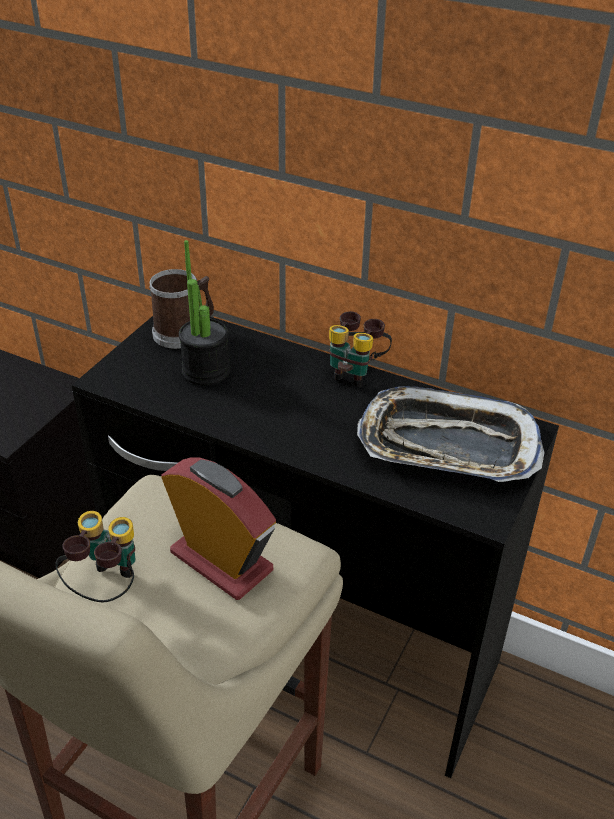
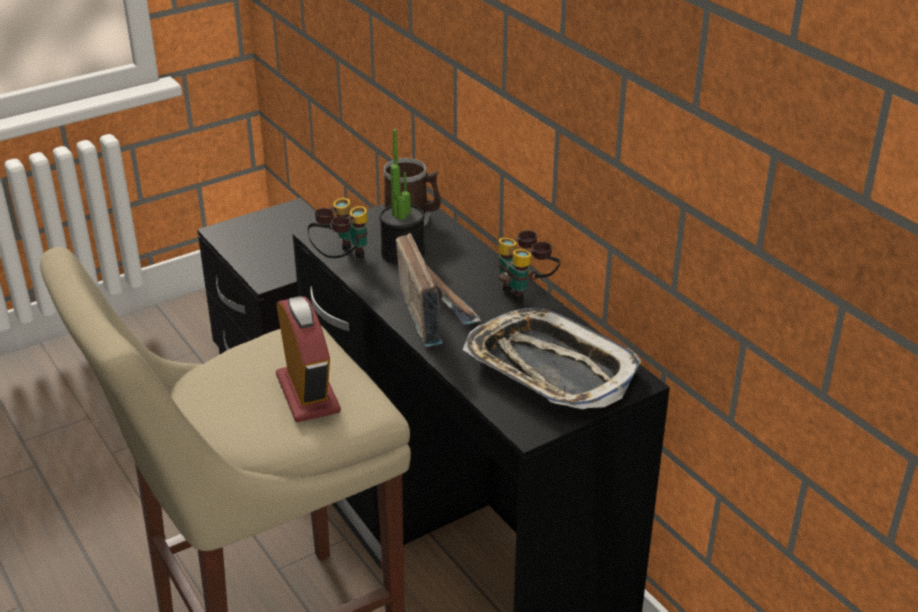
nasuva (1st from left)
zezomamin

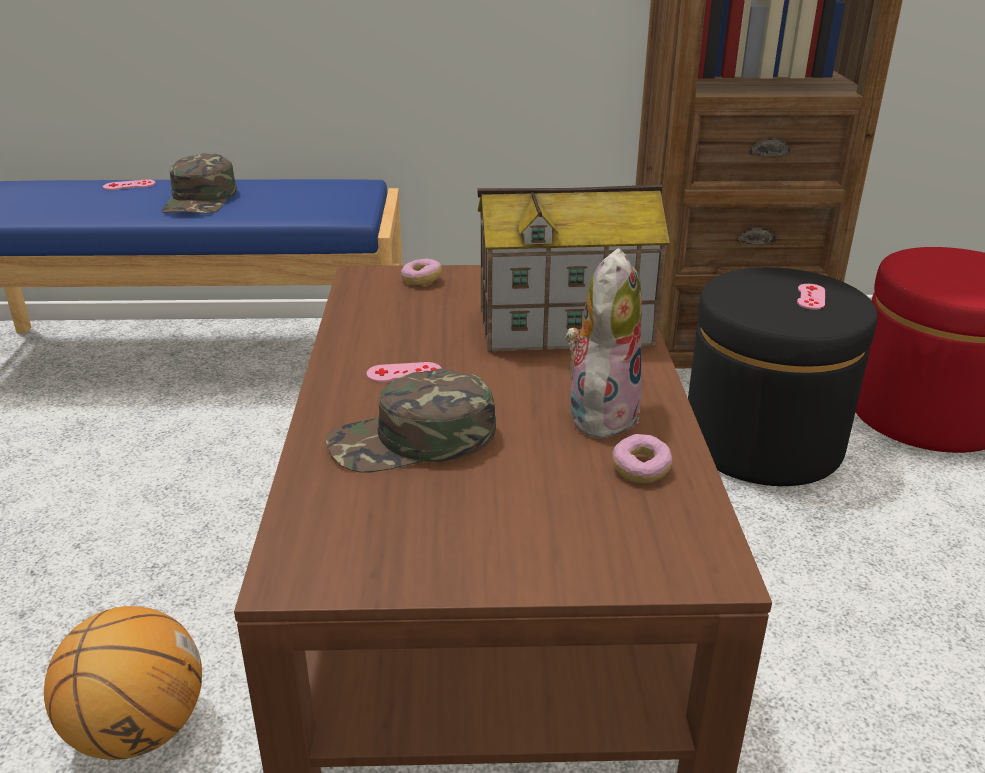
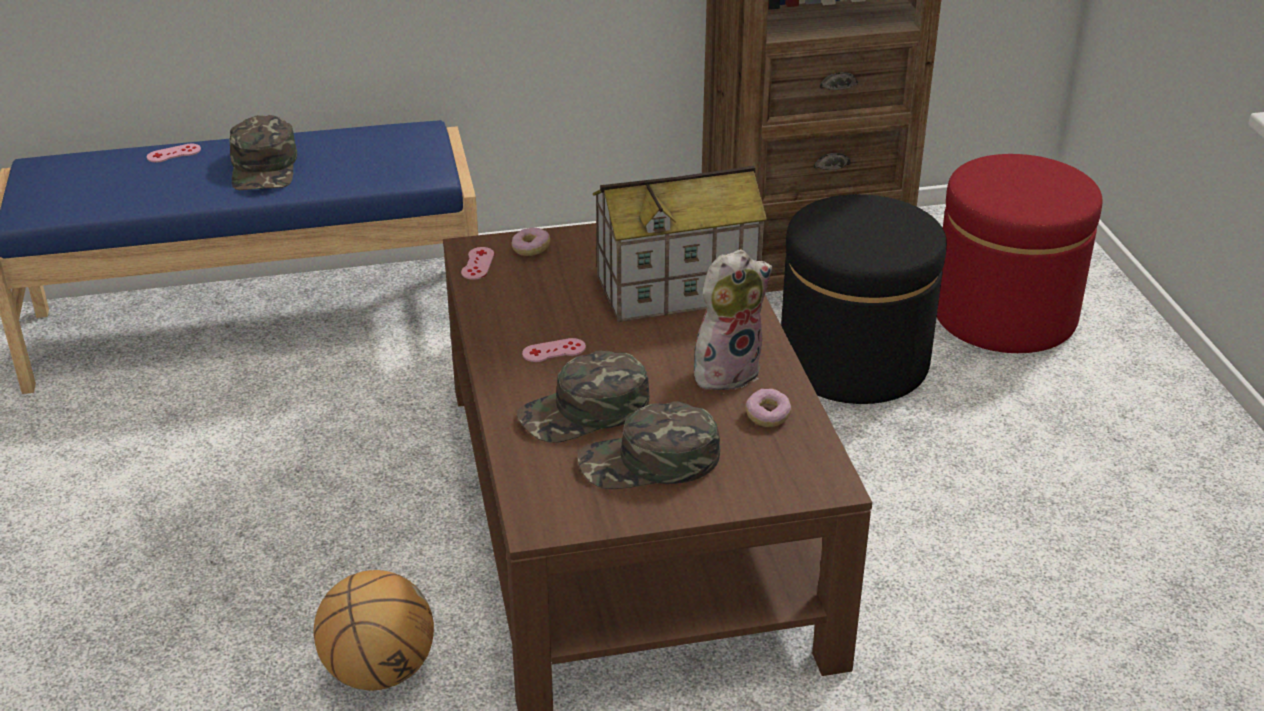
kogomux
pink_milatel (2nd from left)
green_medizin (3rd from left)

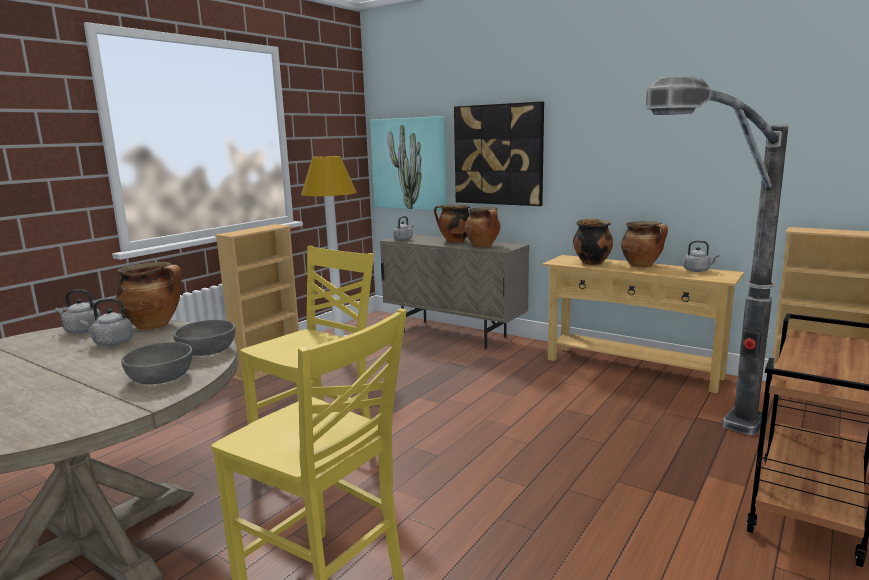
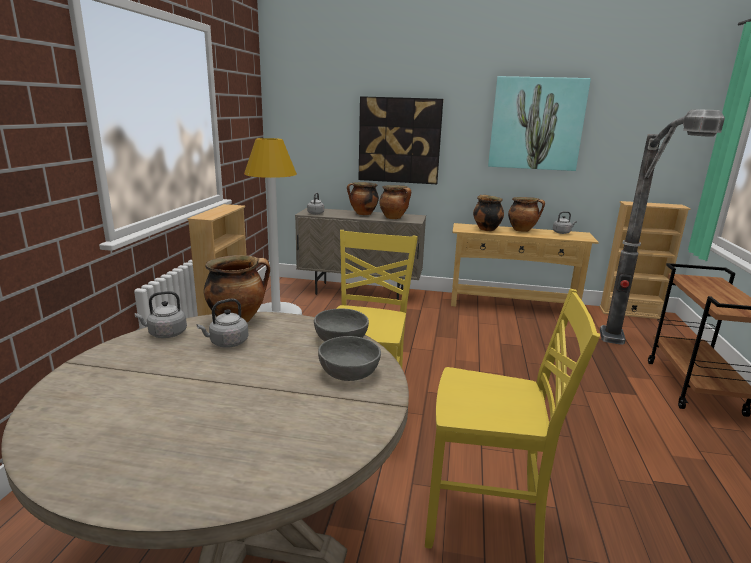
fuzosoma (2nd from left)

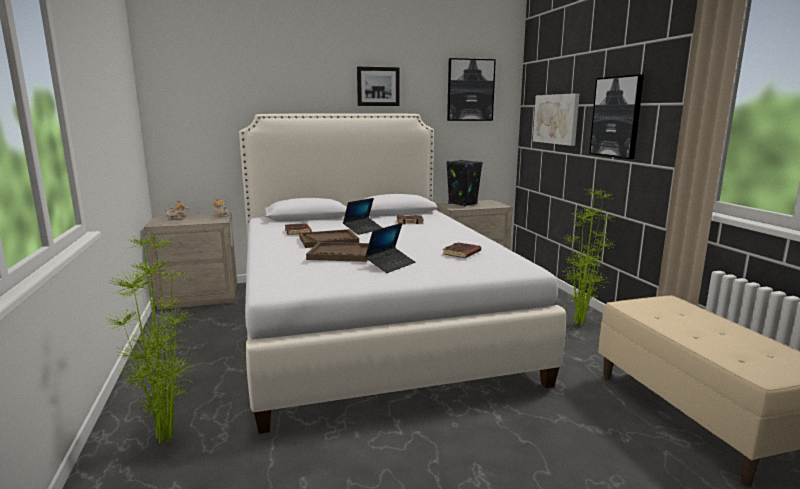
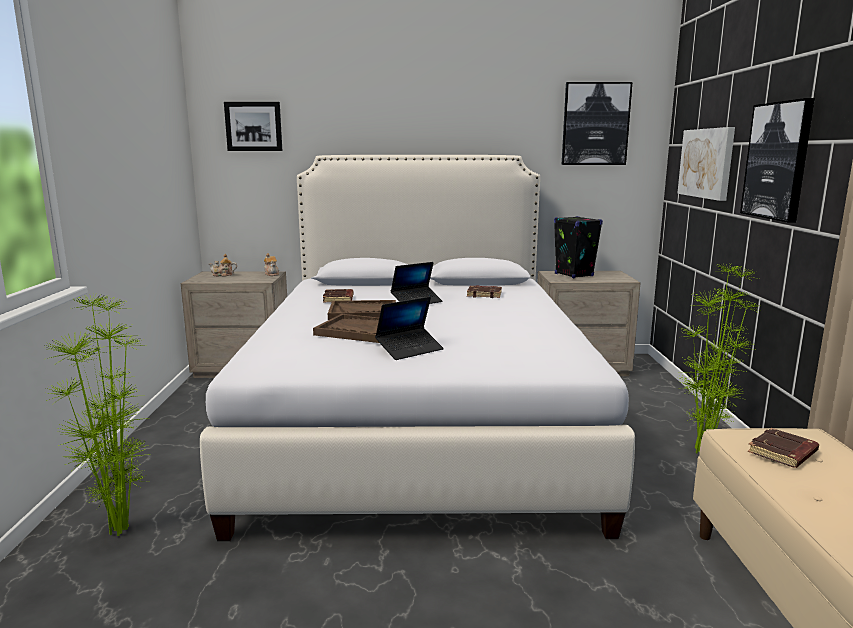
fuzosoma (1st from left)
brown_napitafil (3rd from left)

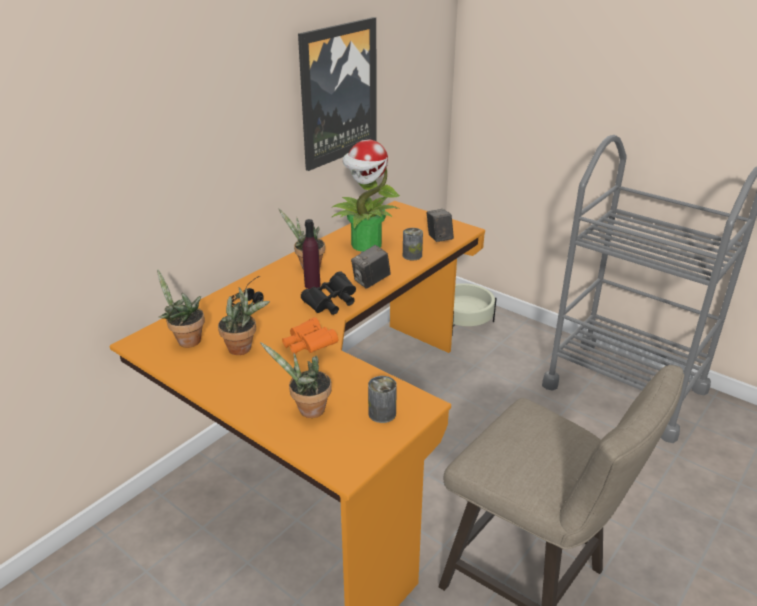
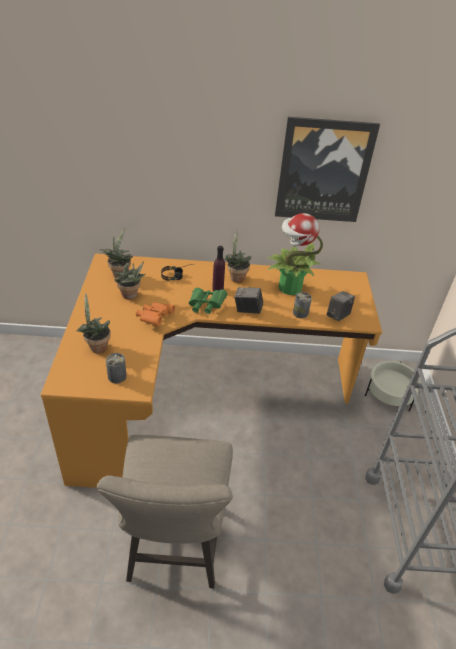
green_nasuva

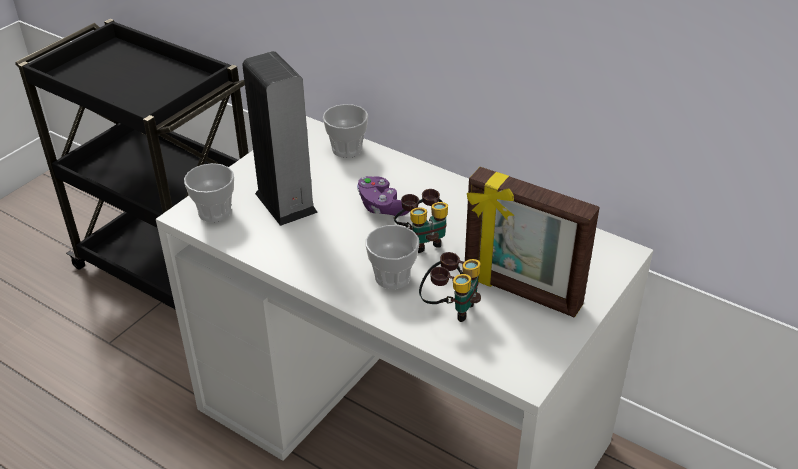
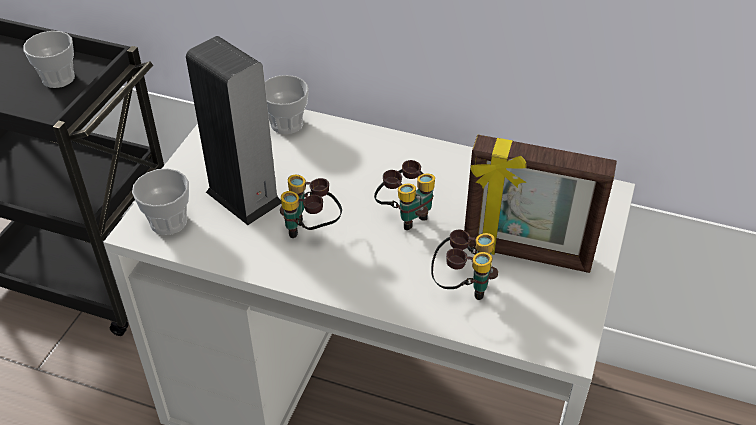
purple_milatel
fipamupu (1st from left)
nasuva (1st from left)

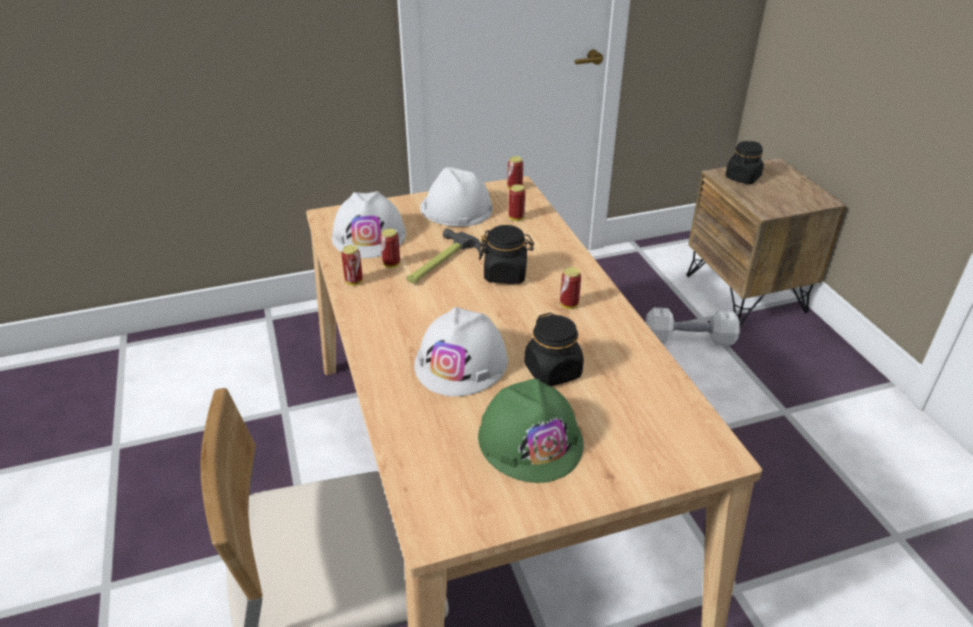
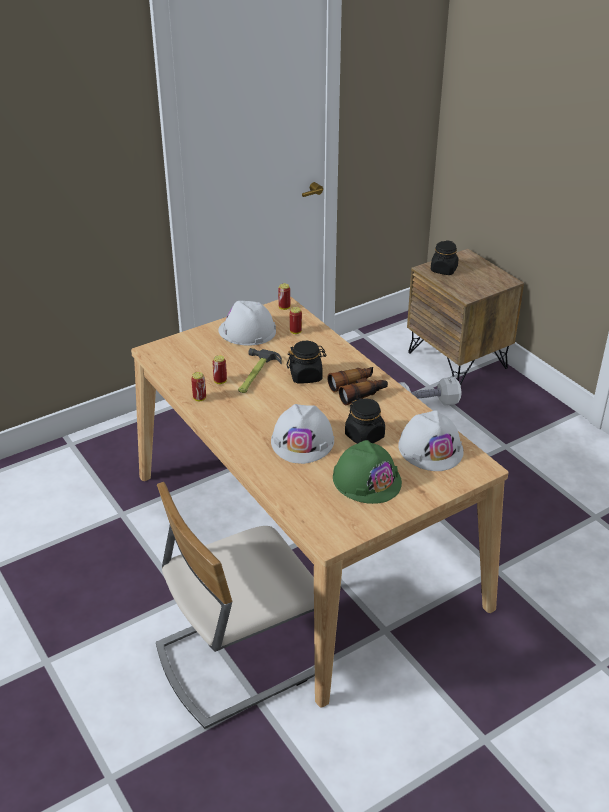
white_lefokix (3rd from left)
nasuva

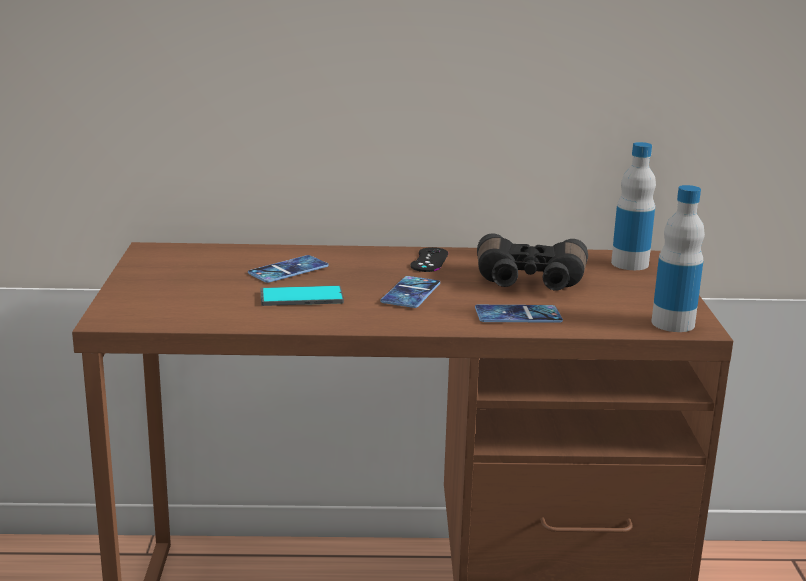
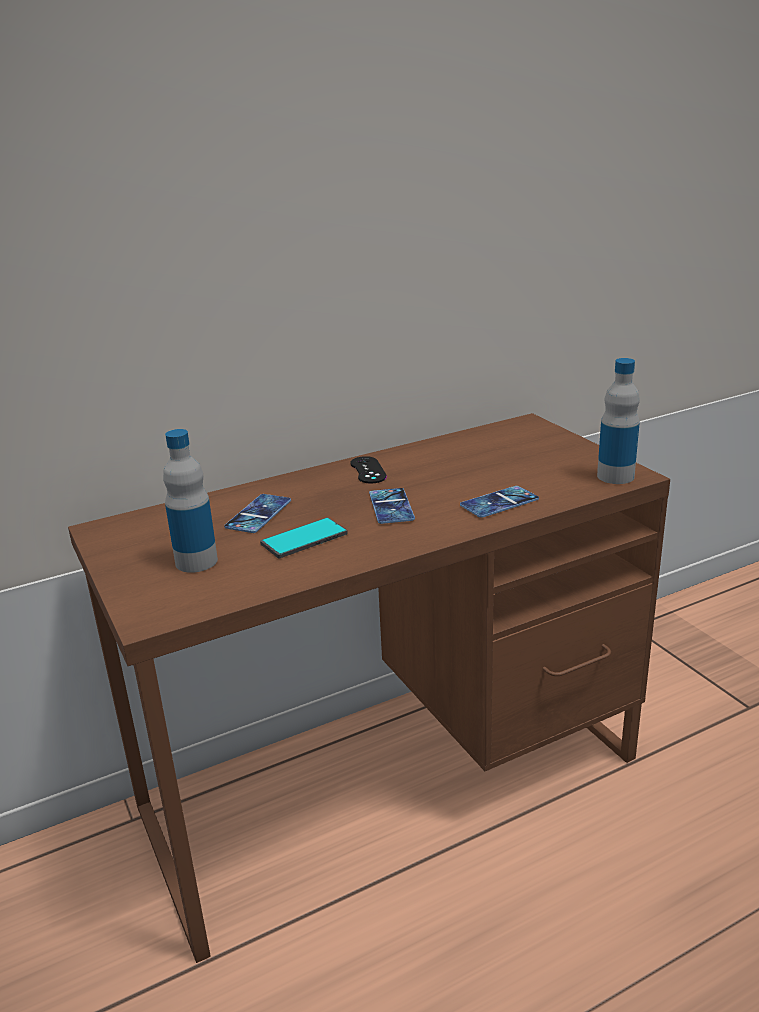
black_nasuva
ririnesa (1st from left)

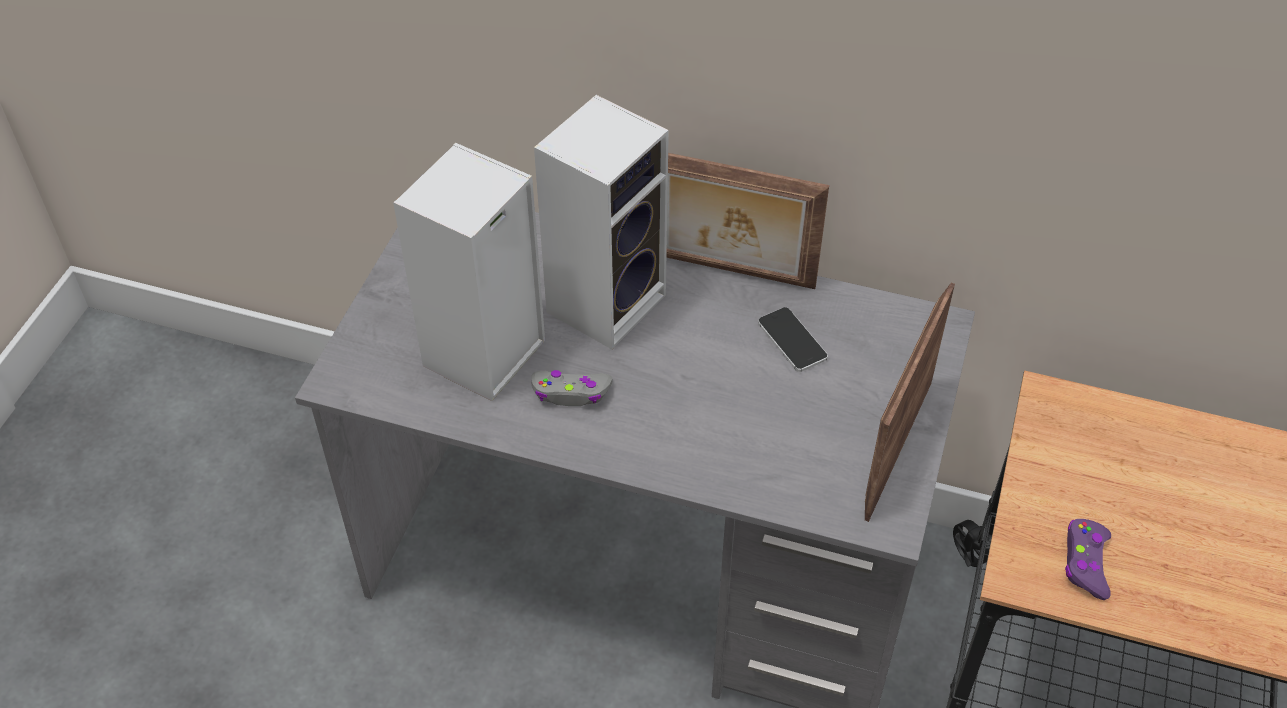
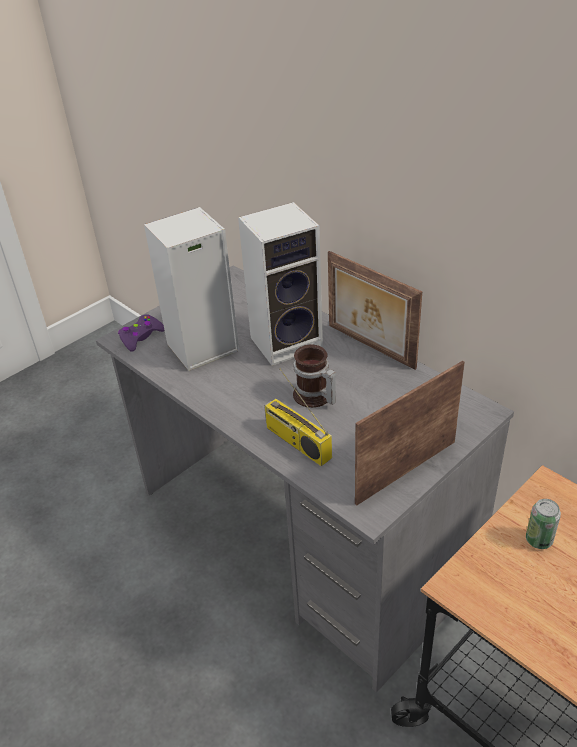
grey_milatel
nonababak
purple_milatel
zezomamin
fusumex
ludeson

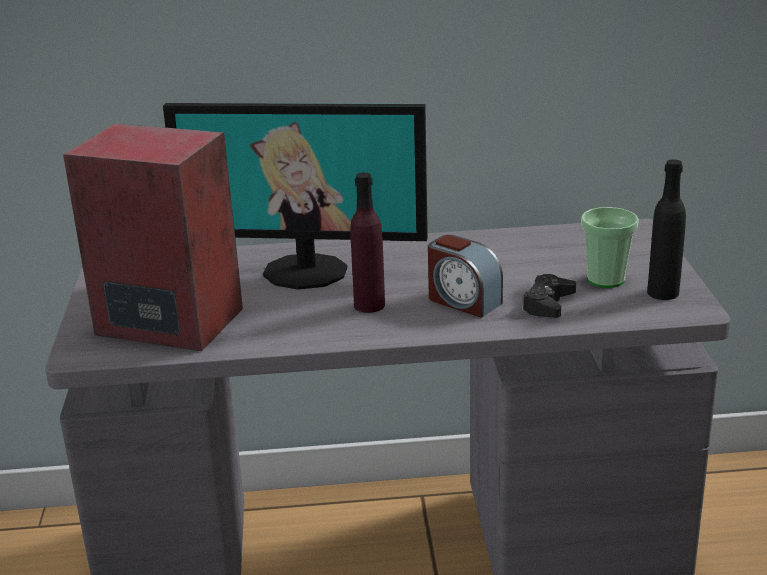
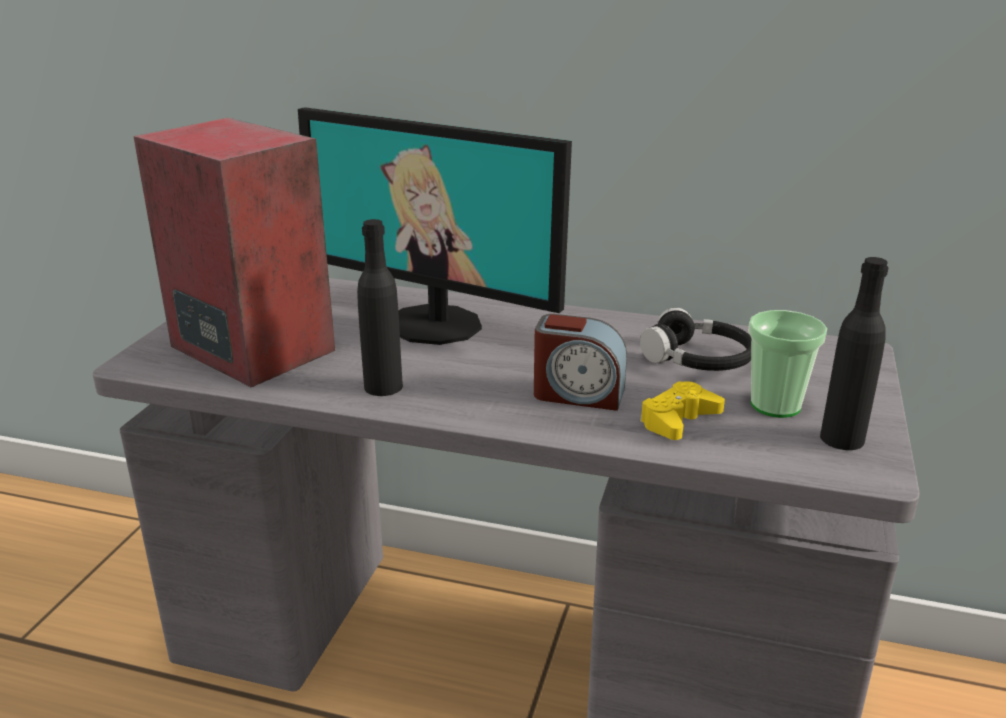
purple_ririnesa
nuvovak
yellow_milatel
black_ririnesa (1st from left)
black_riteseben

